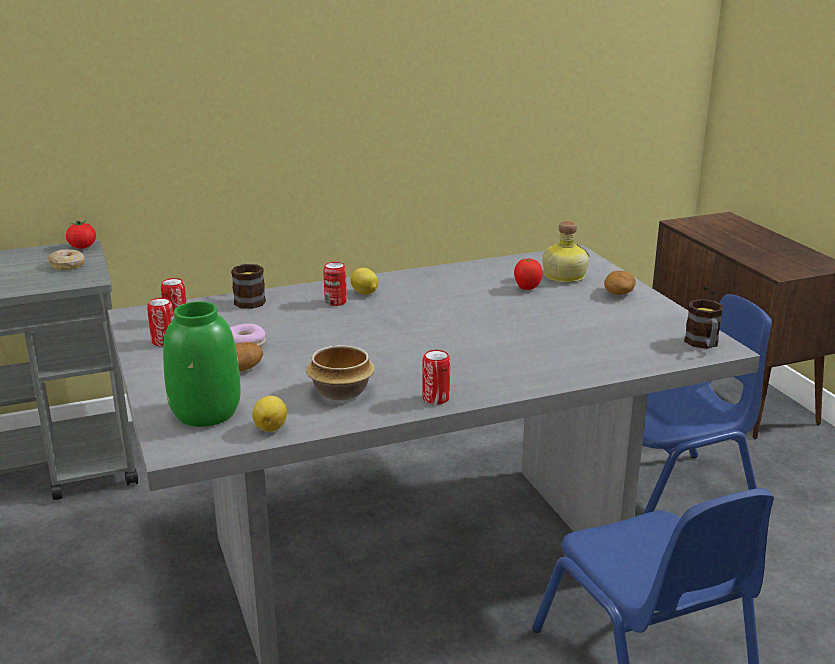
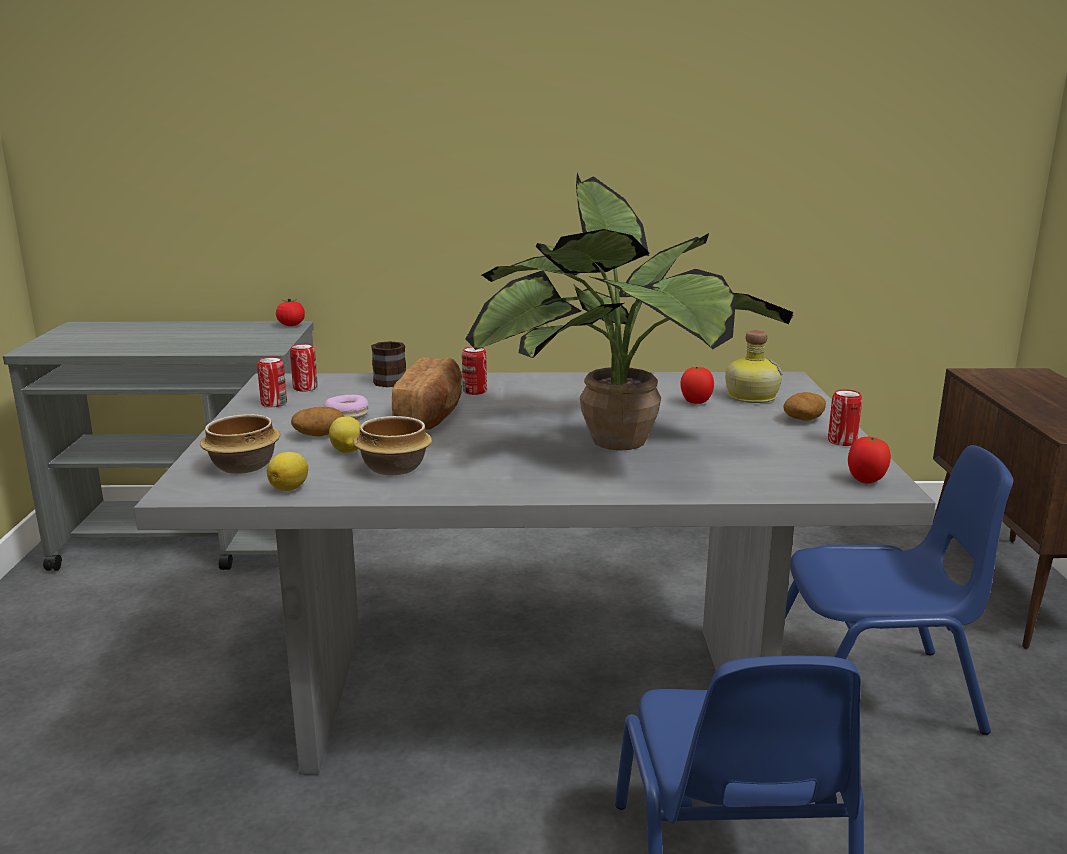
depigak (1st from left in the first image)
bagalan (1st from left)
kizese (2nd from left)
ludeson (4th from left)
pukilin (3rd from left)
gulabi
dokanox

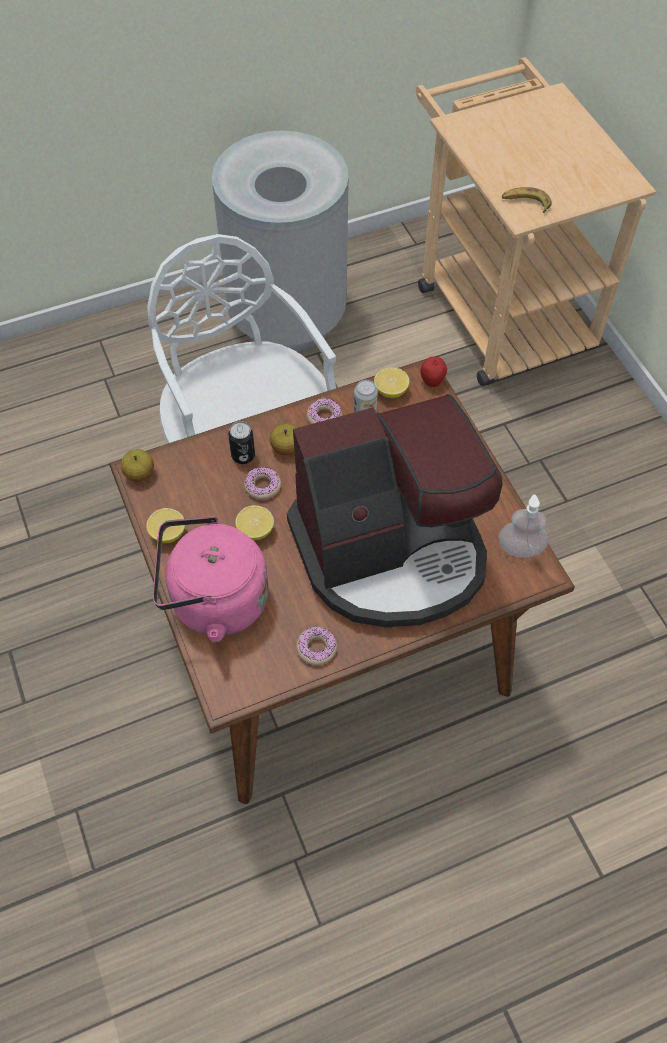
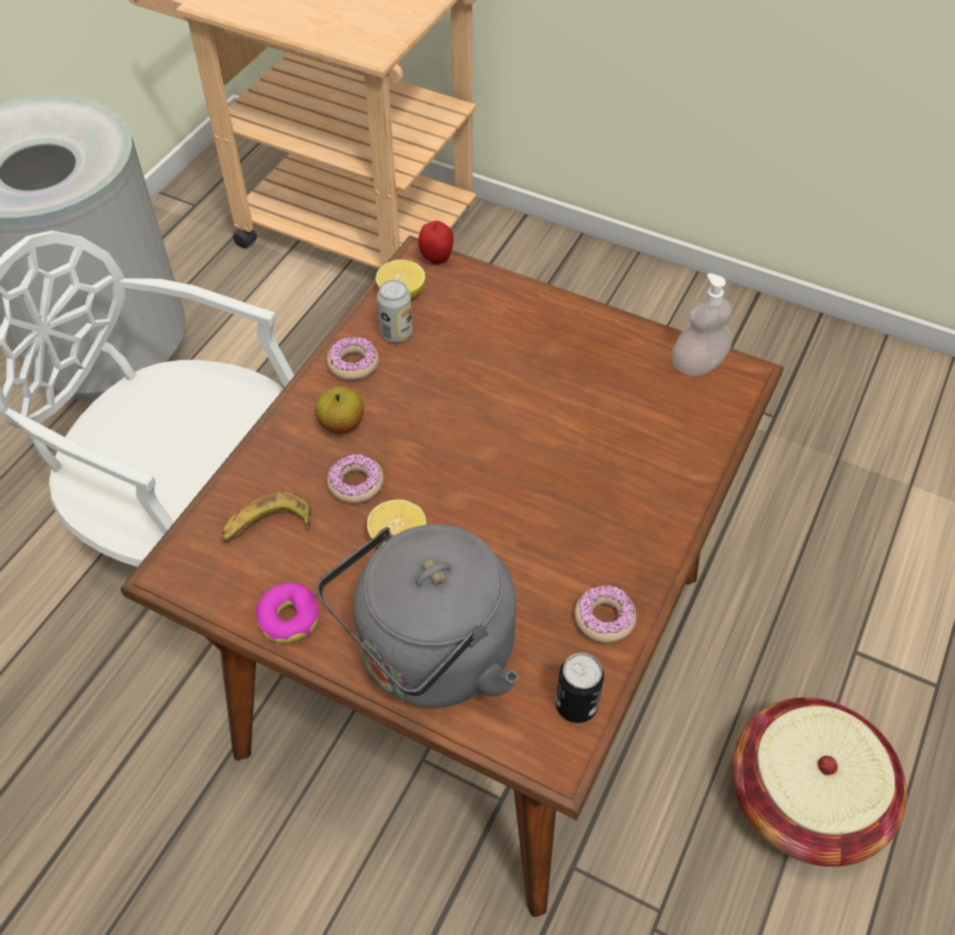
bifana (1st from left in the first image)
depigak (1st from left)
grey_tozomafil
ludeson (2nd from left)
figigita
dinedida
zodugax

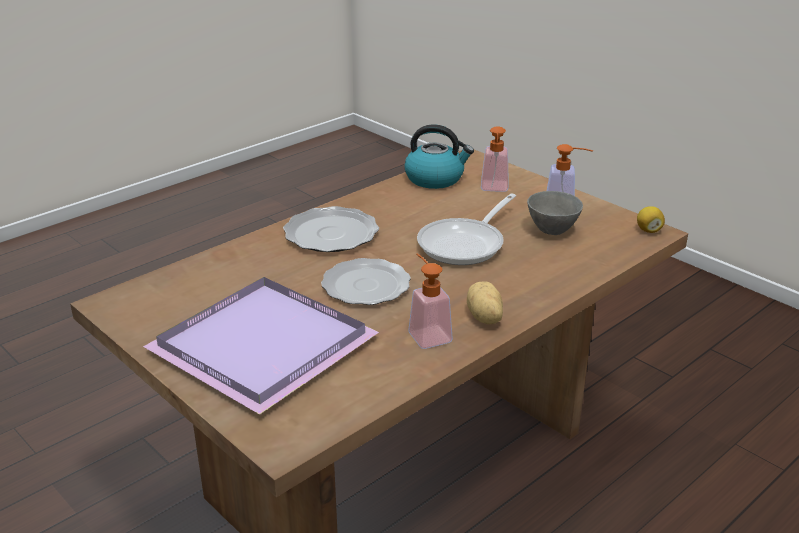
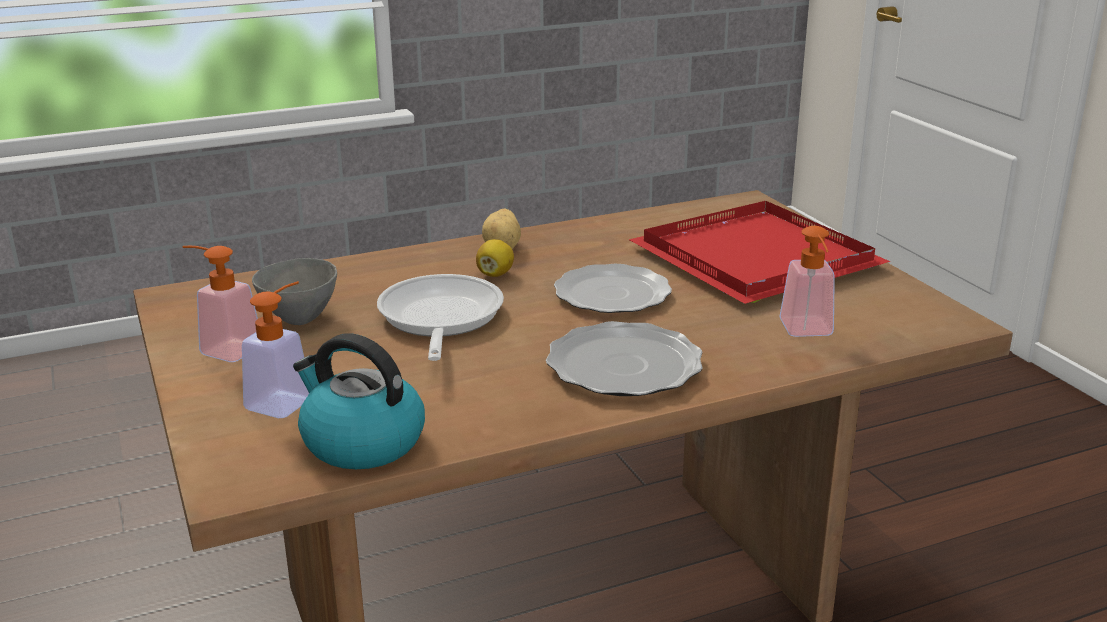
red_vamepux
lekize (3rd from left)
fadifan
kizese

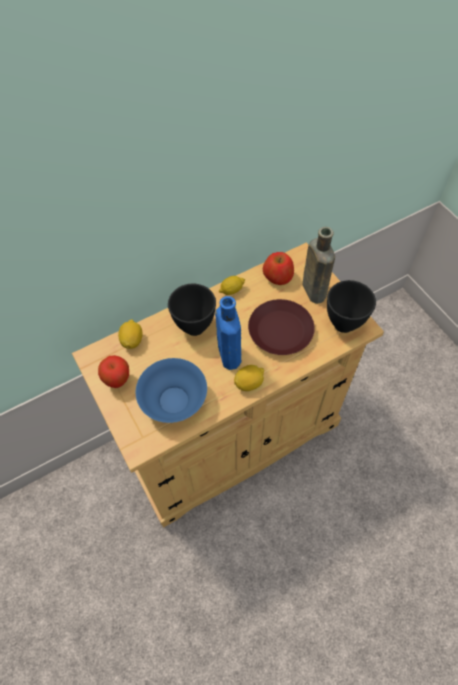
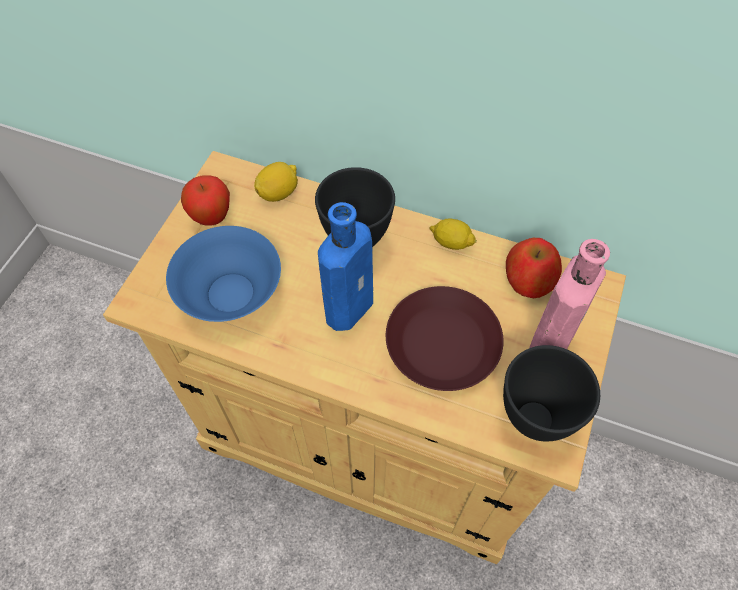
kizese (3rd from left in the first image)
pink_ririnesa

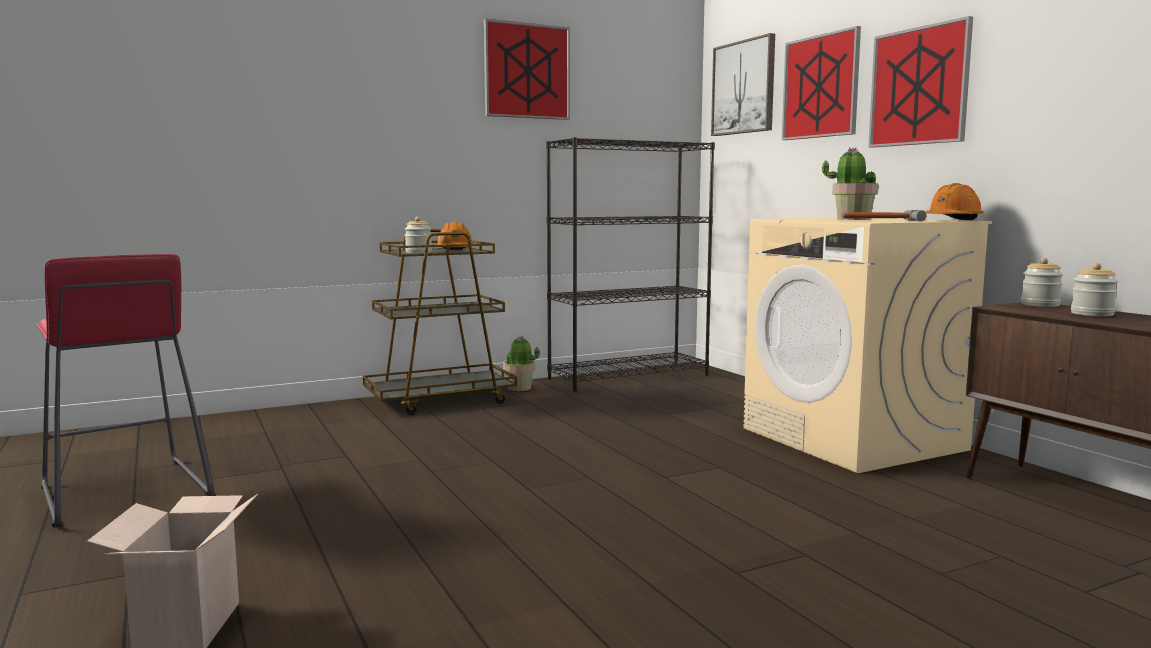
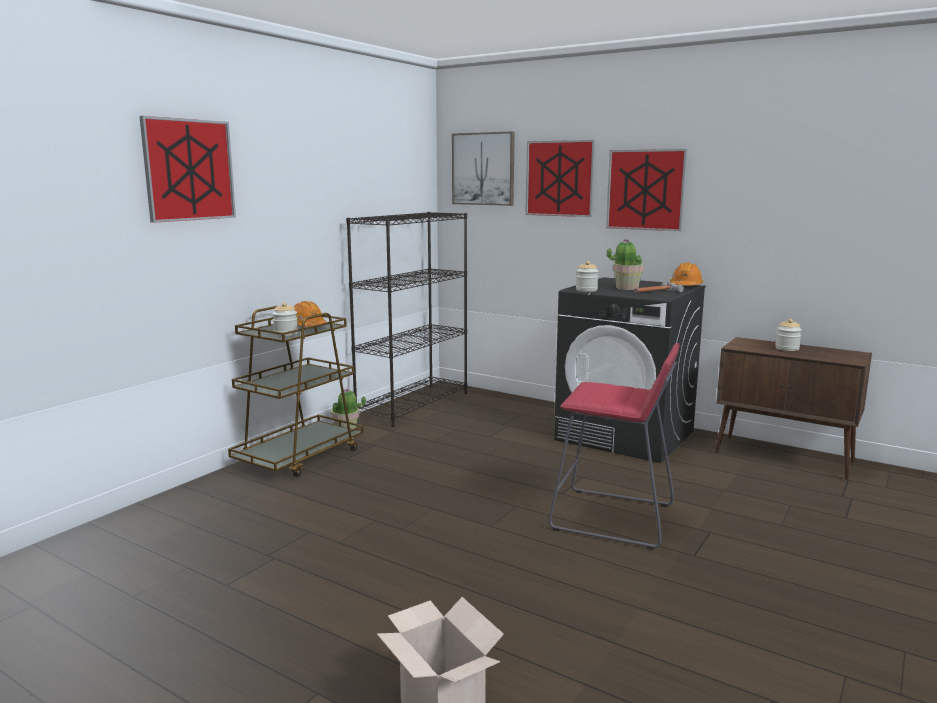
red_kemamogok
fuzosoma (1st from left)
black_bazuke
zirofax (2nd from left)

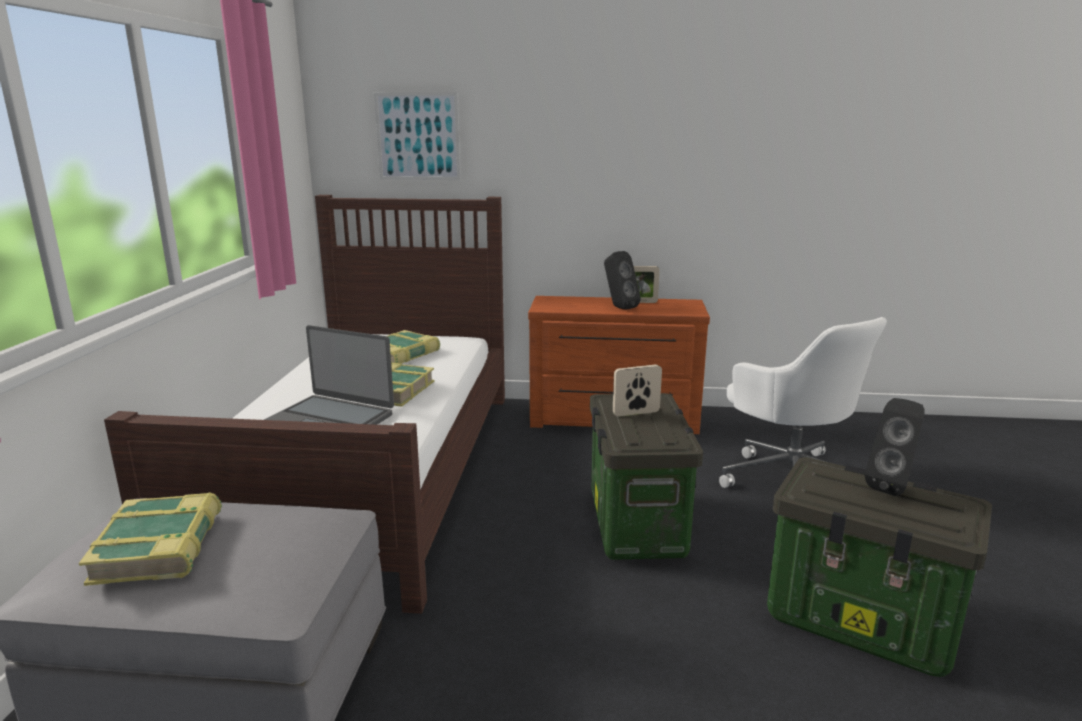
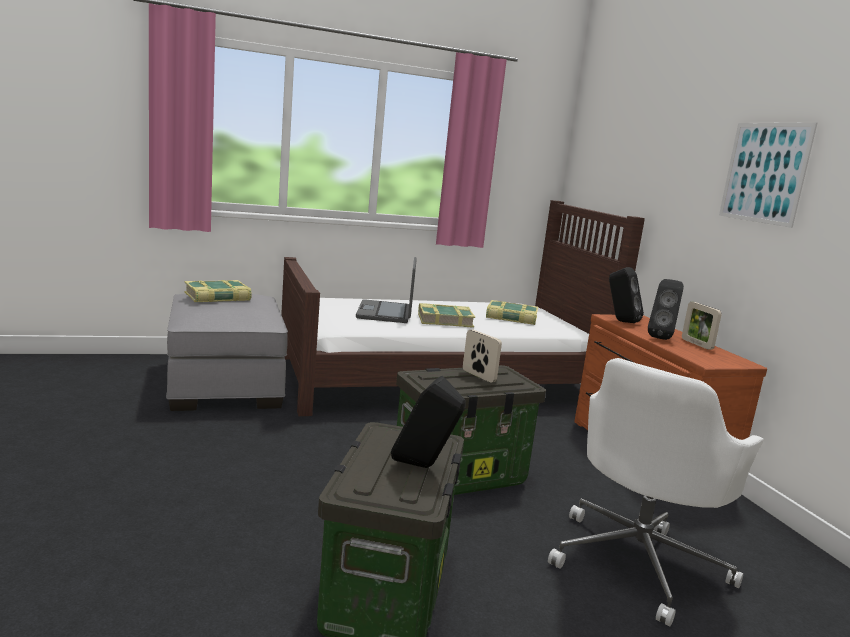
fuzosoma
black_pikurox (2nd from left)

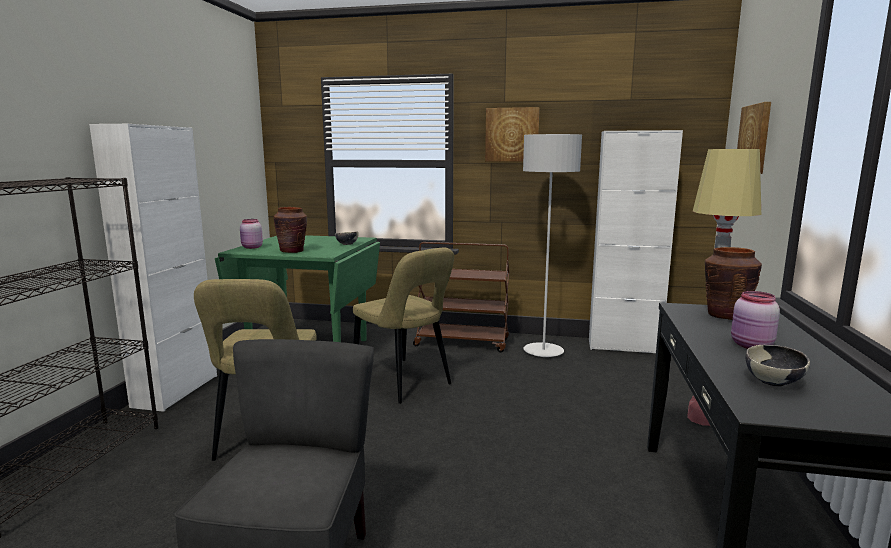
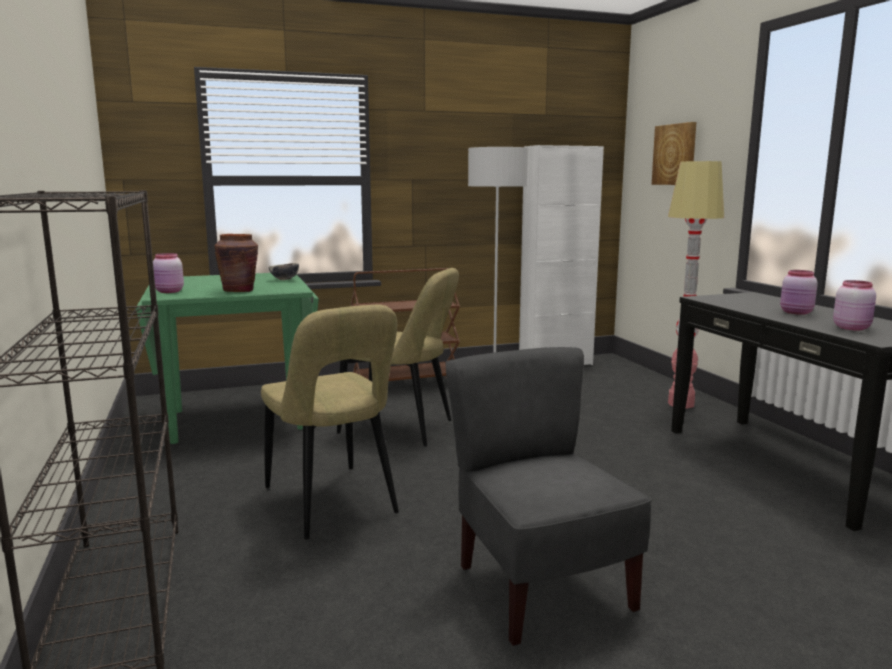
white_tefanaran (1st from left in the first image)
fuzosoma (1st from left in the first image)
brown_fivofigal (2nd from left in the first image)
pink_zirofax (3rd from left)

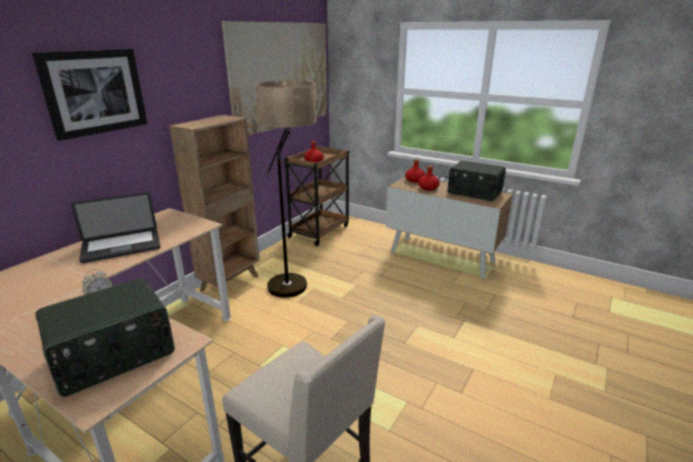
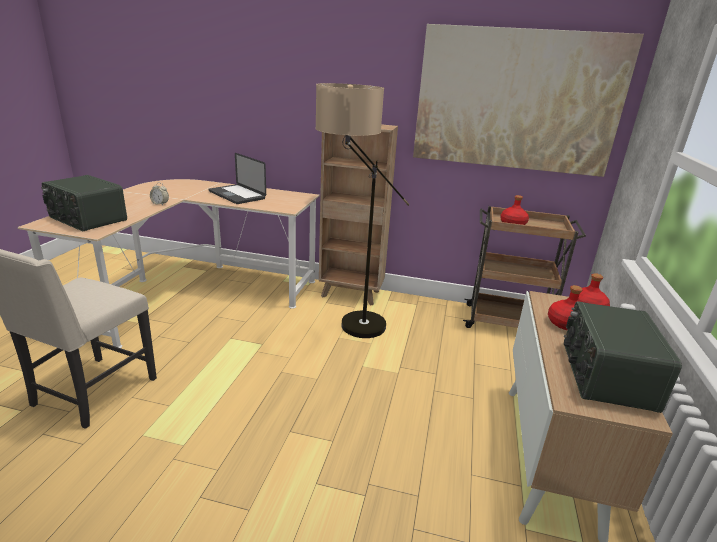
fuzosoma (1st from left in the first image)

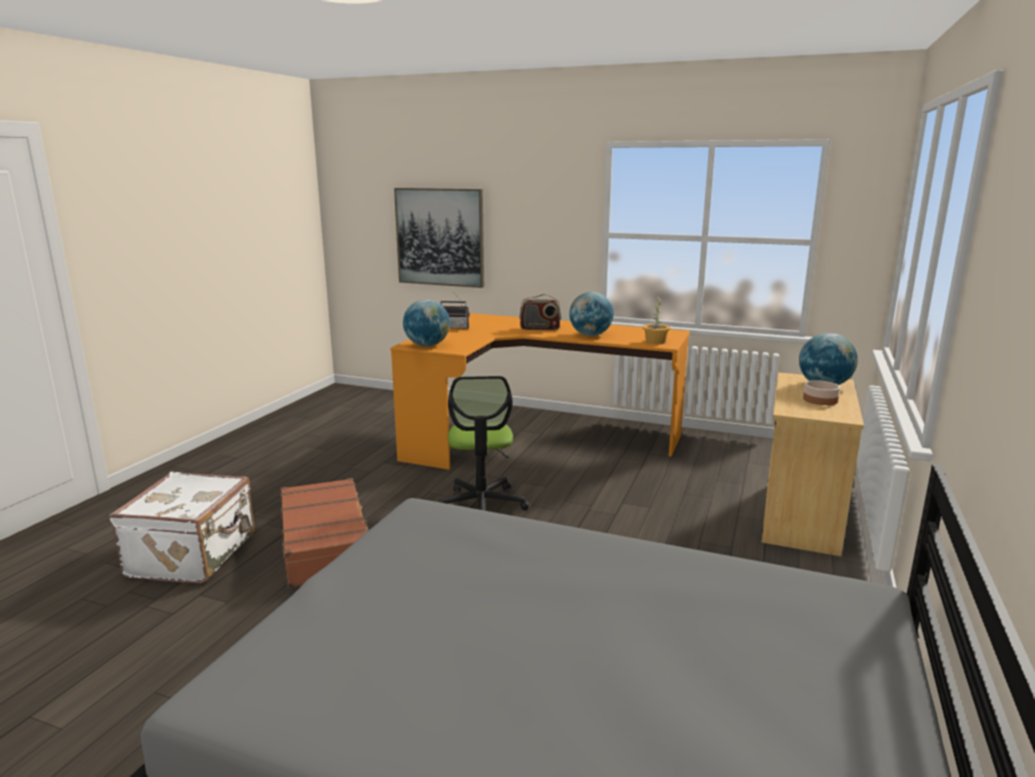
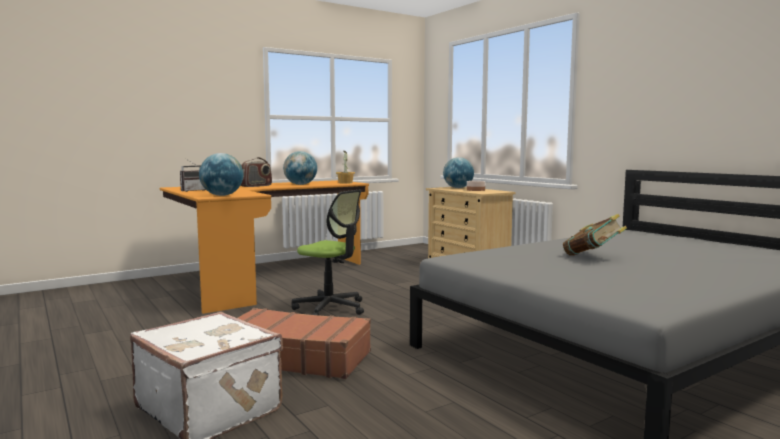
fuzosoma
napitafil

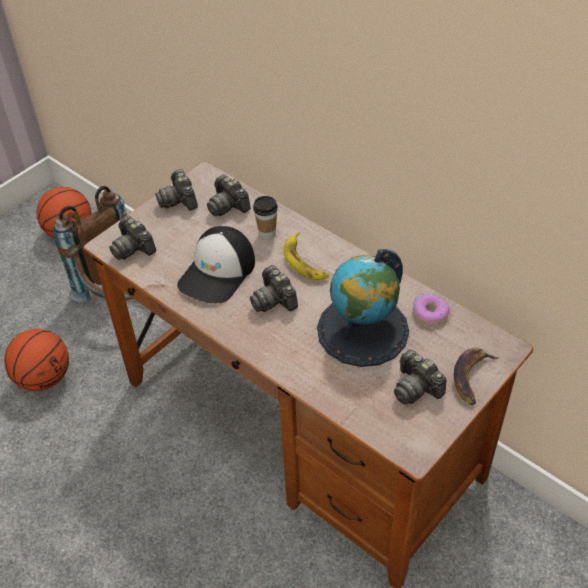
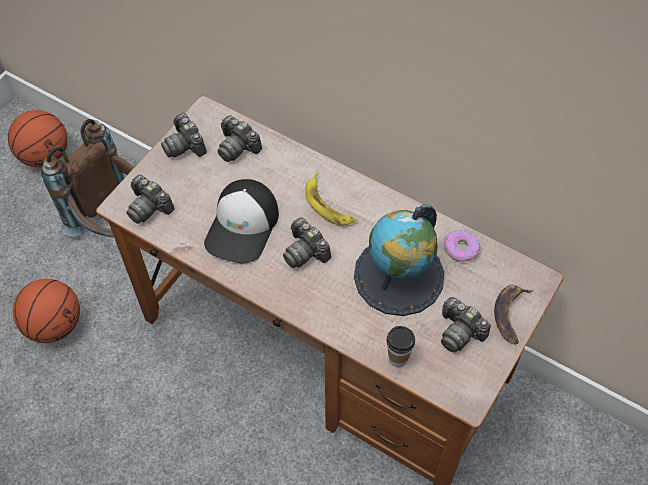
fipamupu

